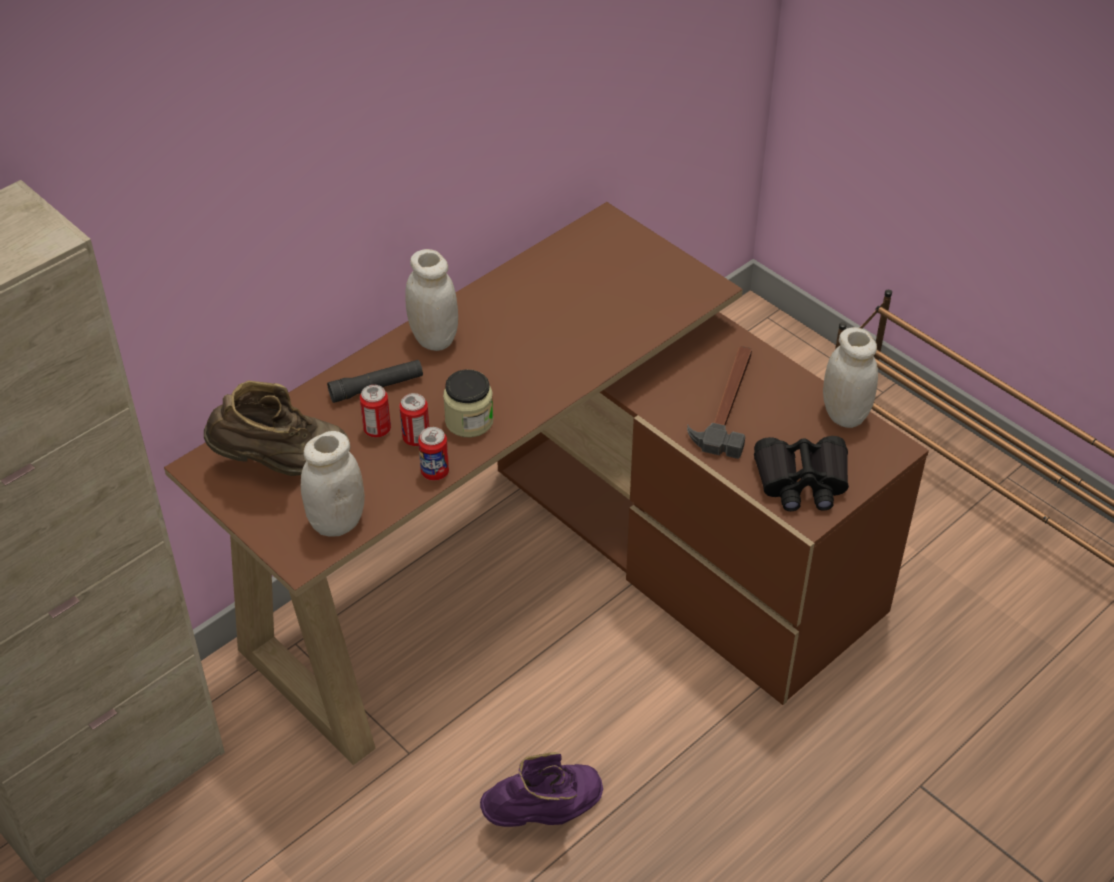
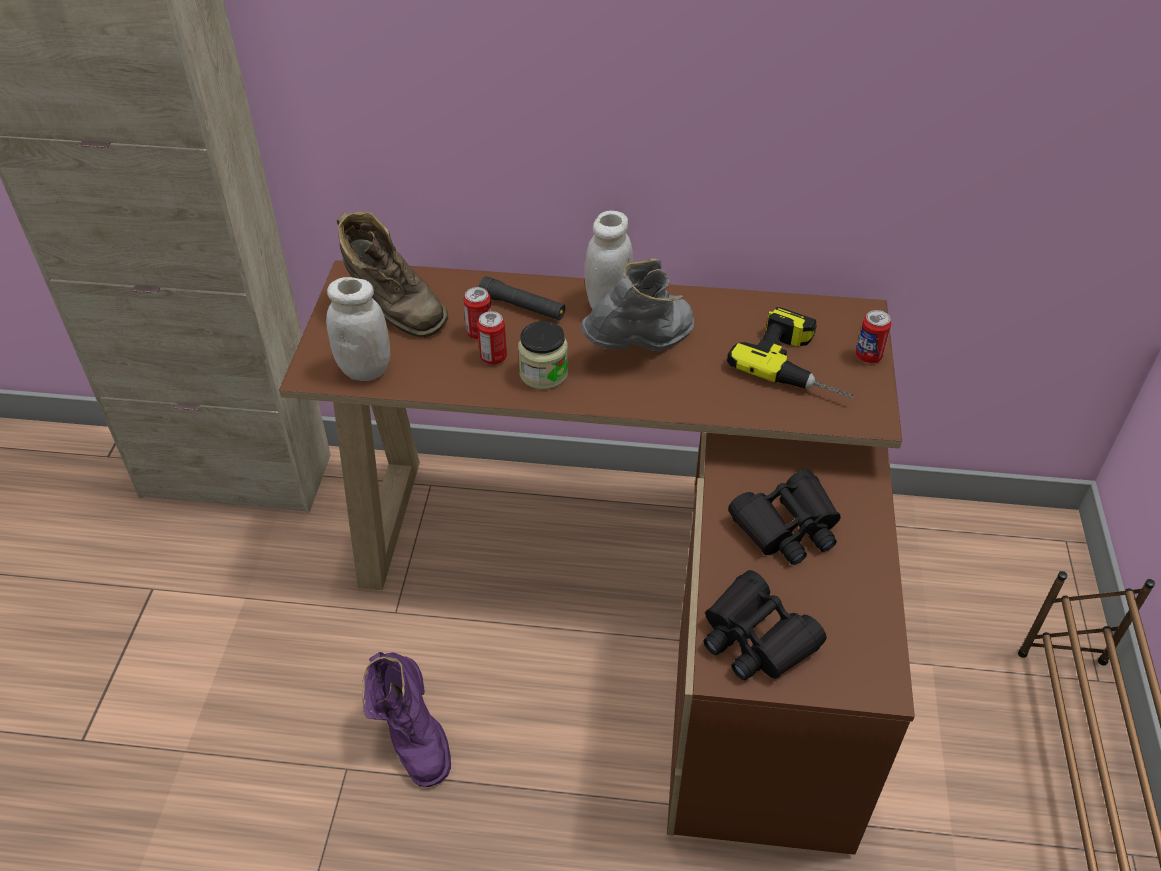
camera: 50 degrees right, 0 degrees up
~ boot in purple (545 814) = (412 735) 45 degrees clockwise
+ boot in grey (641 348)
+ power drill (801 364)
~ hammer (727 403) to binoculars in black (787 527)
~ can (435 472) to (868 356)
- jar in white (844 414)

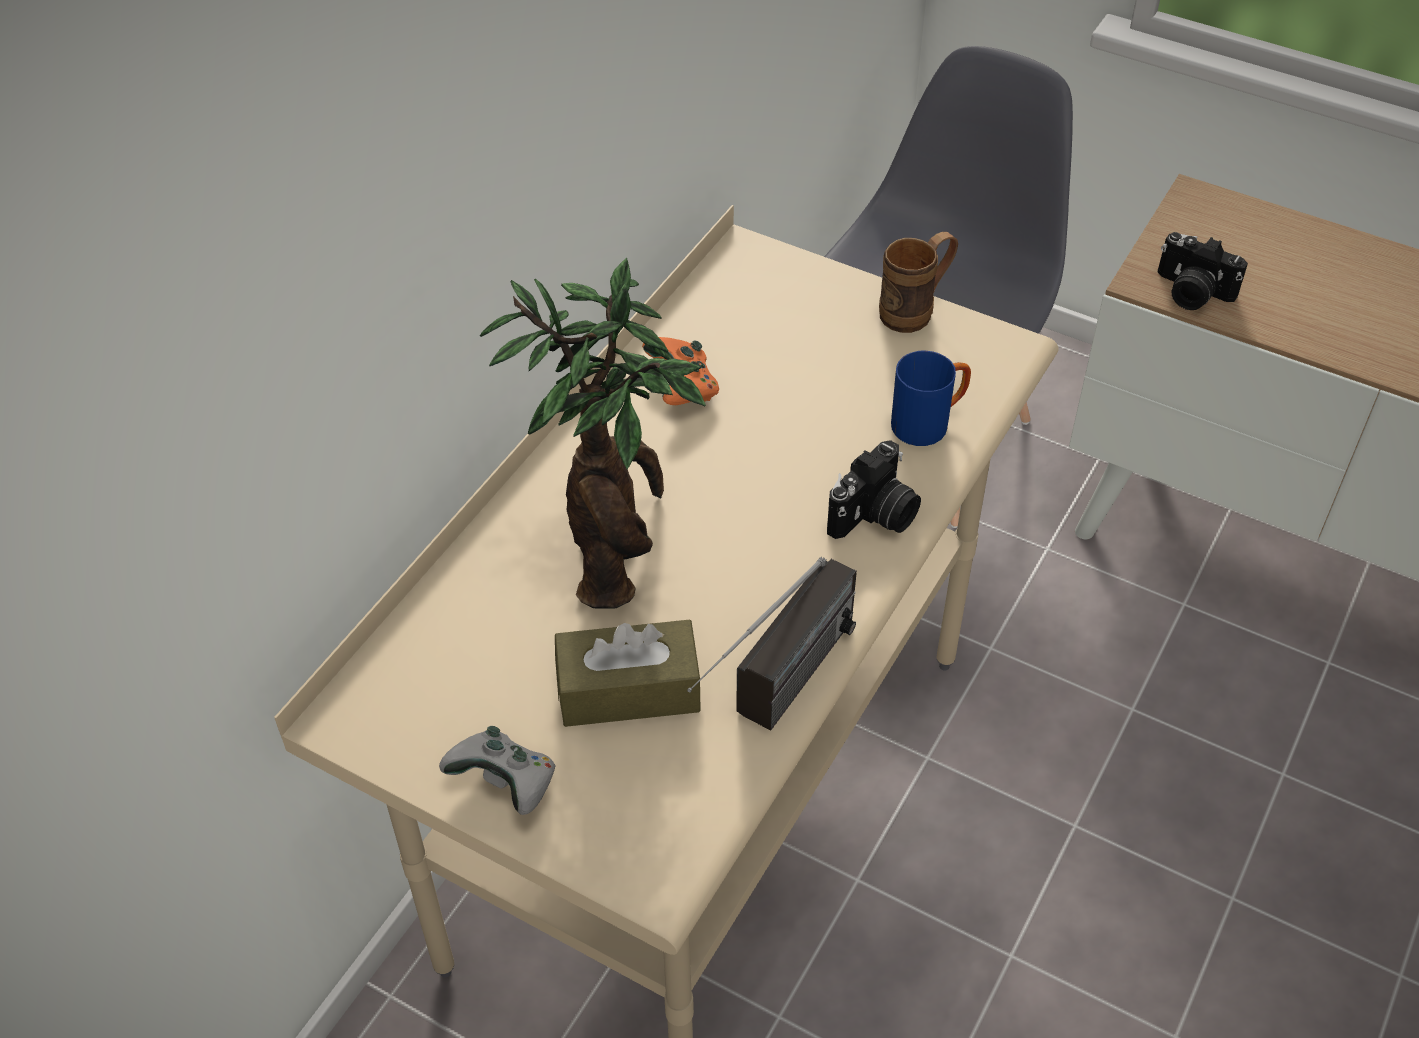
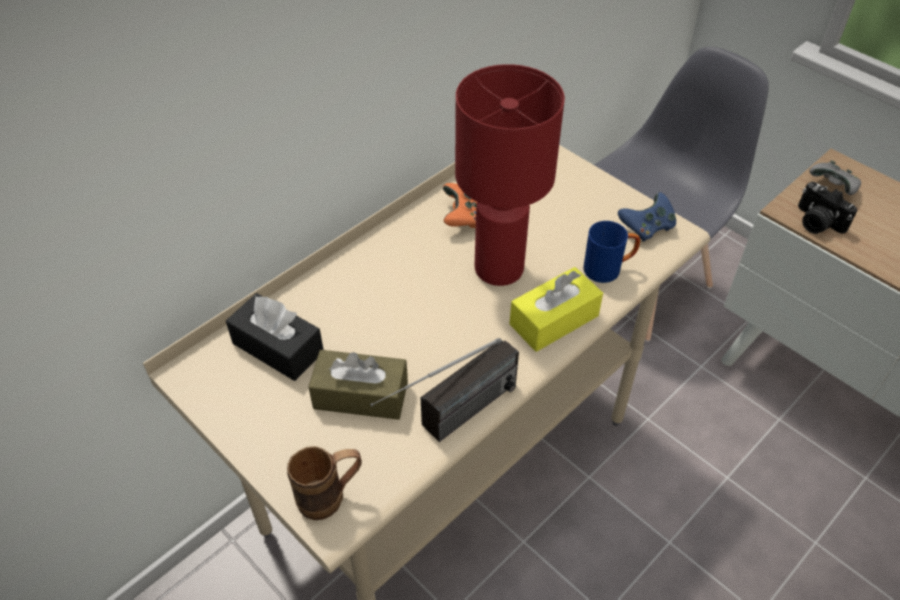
camera: 15 degrees right, 0 degrees up
+ tissue box in black (278 347)
~ mug in brown (916 311) to (331 497)
+ table lamp in red (499 268)
~ photo camera (875 516) to tissue box in yellow (554 320)
+ game controller in blue (647 228)
~ game controller in grey (506 784) to (833 187)
- potted plant (616 558)

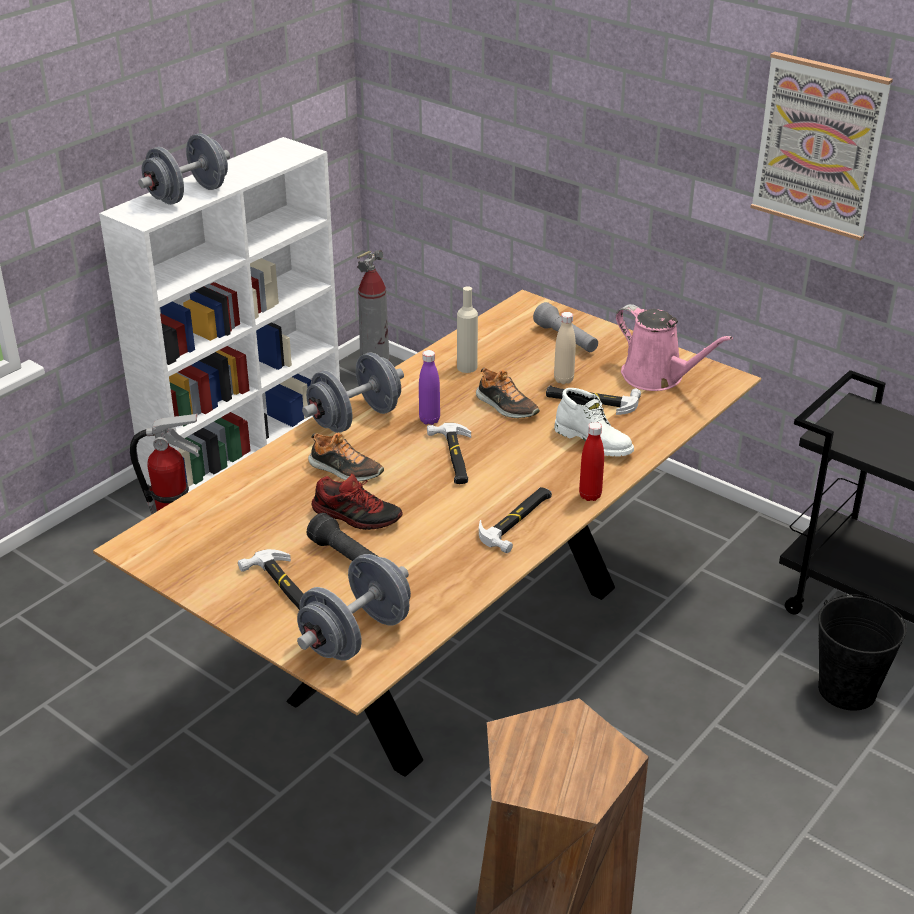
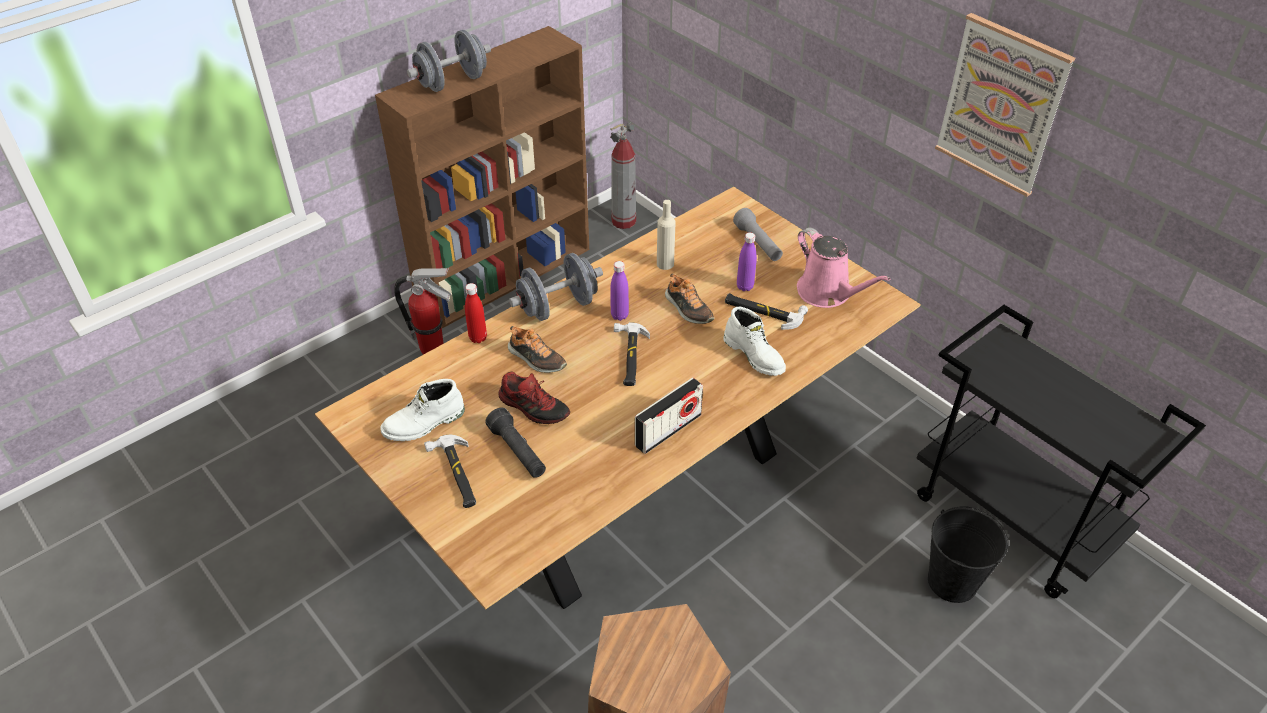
camera: 10 degrees right, 10 degrees up
~ bookcase in white (246 440) to bookcase in brown (506 274)
+ boot in white (424 424)
~ bottle in red (590 496) to (478 338)
~ hammer (518 521) to radio (668 430)
~ bottle in beige (563 380) to bottle in purple (745 286)
- dumbbell in grey (356 636)

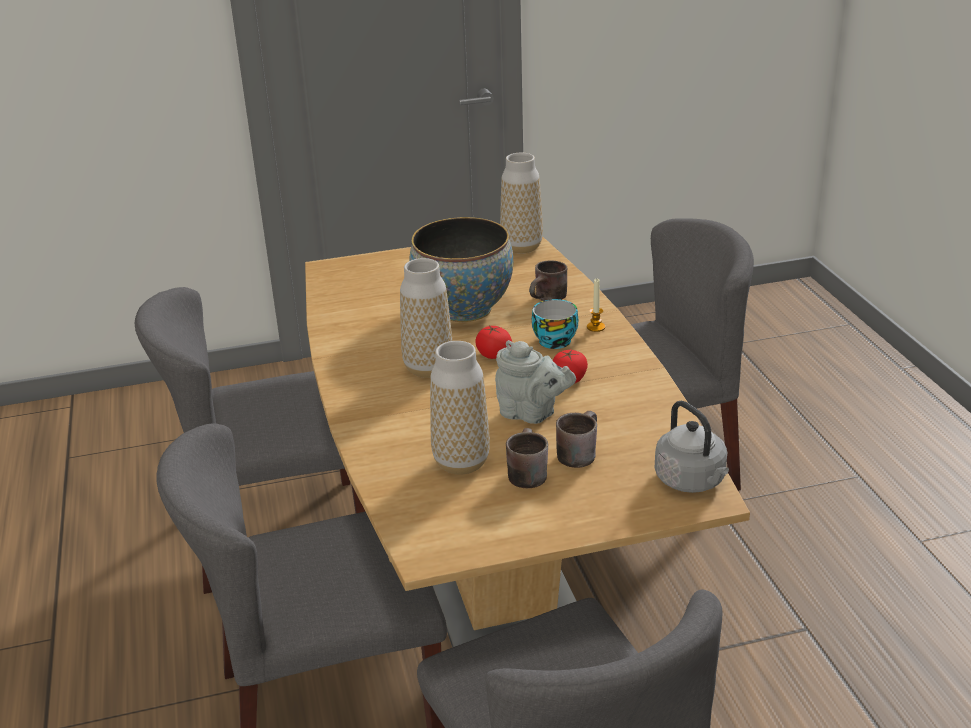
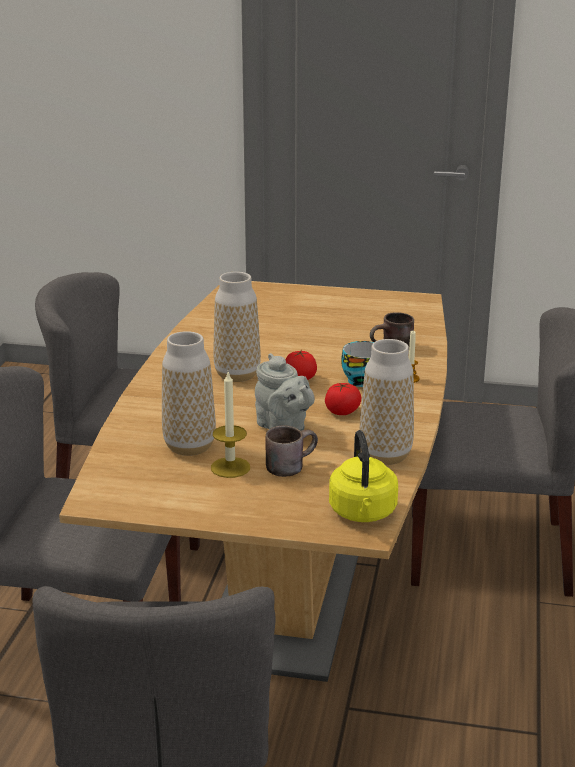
camera: 25 degrees right, 5 degrees down
~ mug in brown (524 473) to candle (230 467)
~ kettle in grey (692 481) to kettle in yellow (363 513)
~ vase (521 247) to (385 455)
- bowl (464 309)

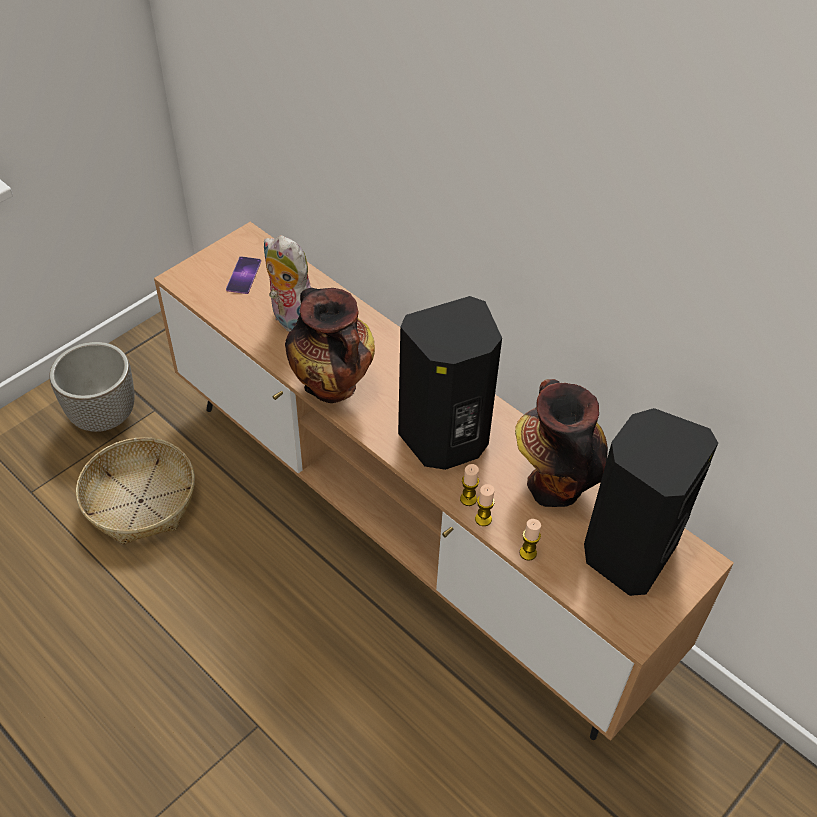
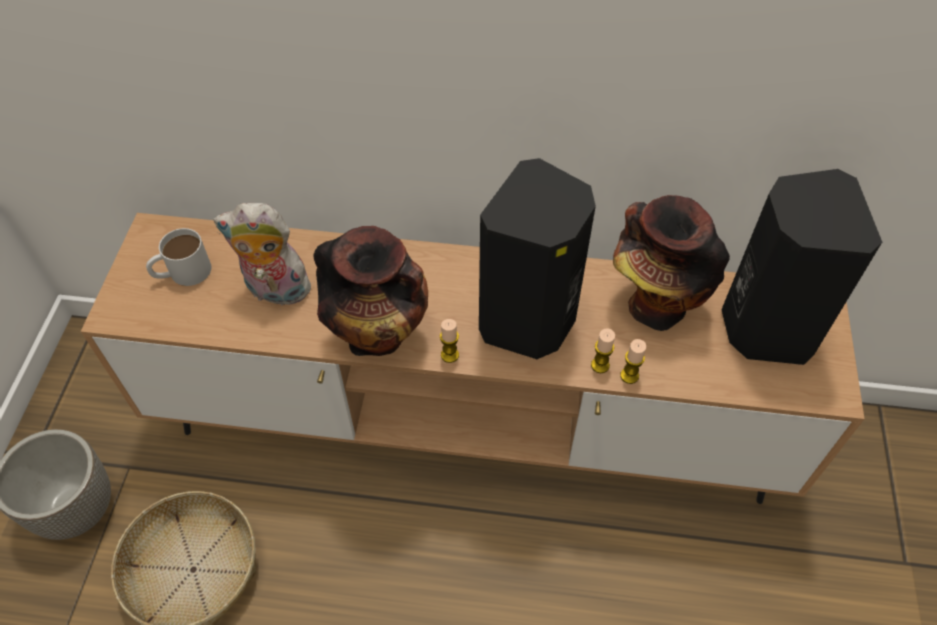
camera: 35 degrees left, 5 degrees up
~ phone (243 275) to mug in white (182 273)
~ candle (528 553) to (449 355)

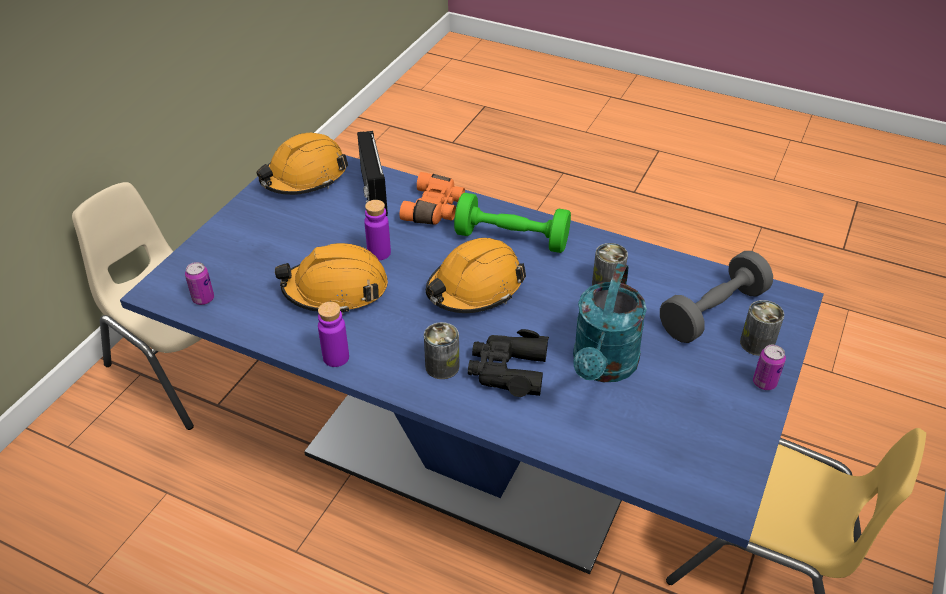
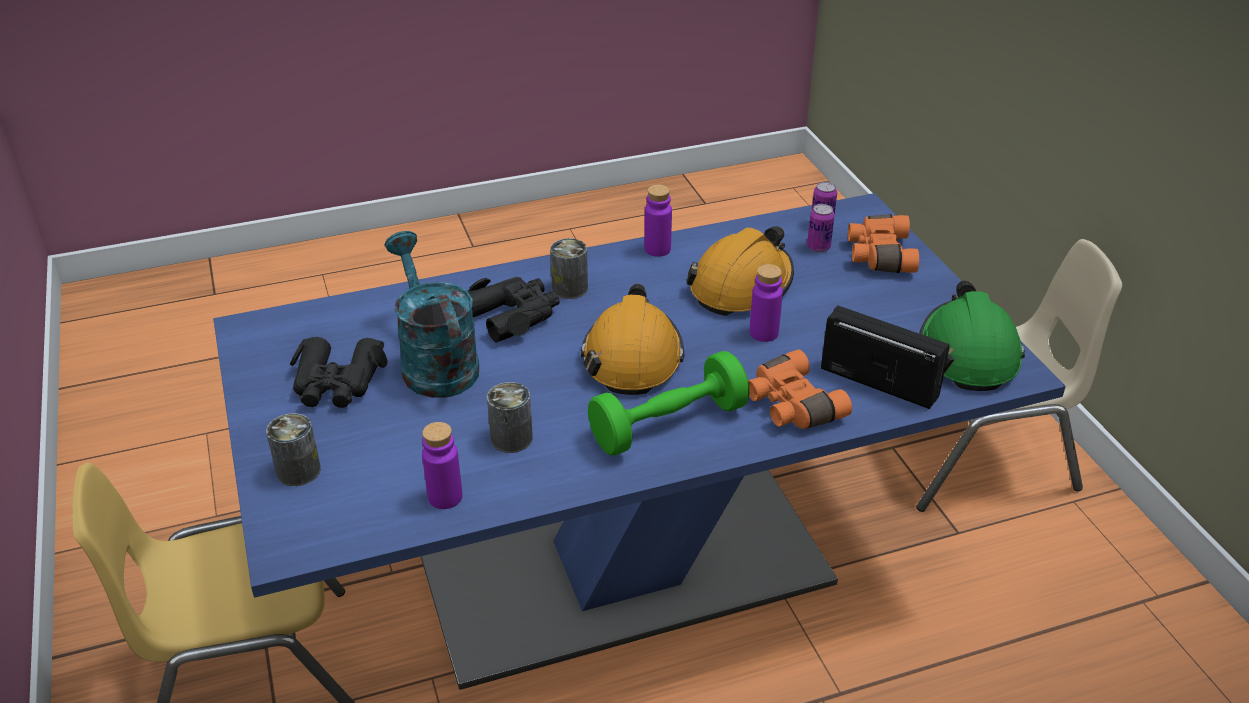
camera: 135 degrees right, 5 degrees down
+ binoculars in black (337 383)
+ bottle in purple (445 497)
~ can (764 383) to (818 247)
+ binoculars in orange (878 255)
~ hard hat in orange (304 177) to hard hat in green (968 353)
- dumbbell in grey (712 312)

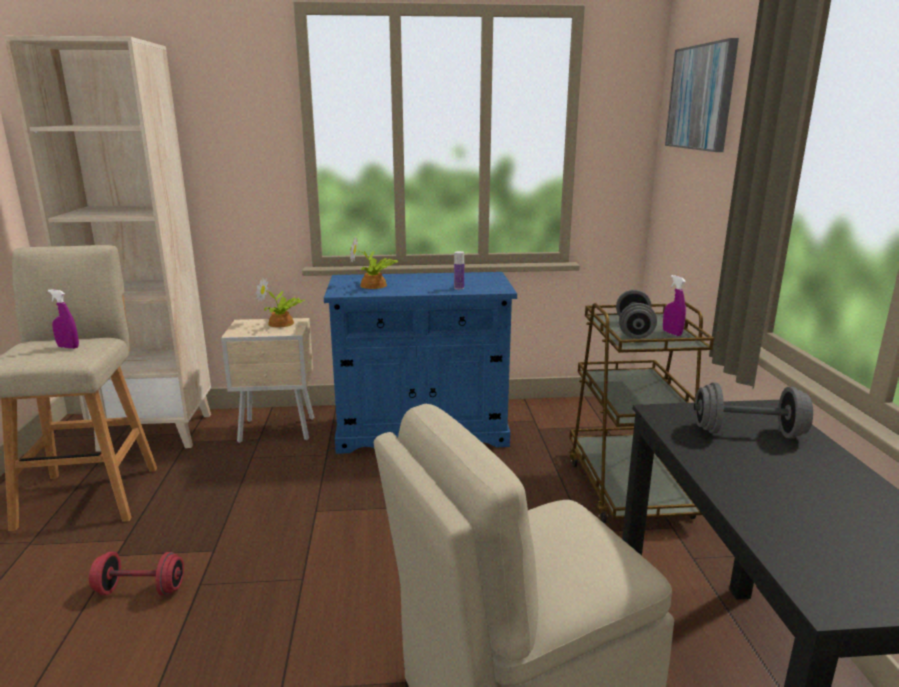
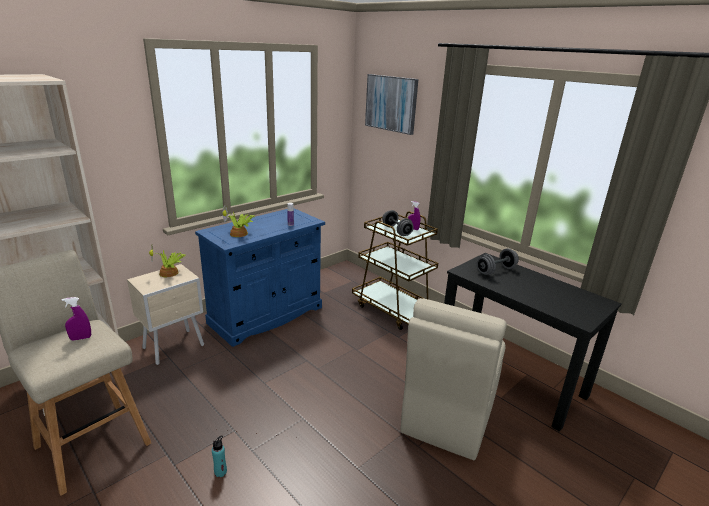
camera: 40 degrees left, 5 degrees up
~ dumbbell in red (140 590) to bottle in turquoise (220 472)

